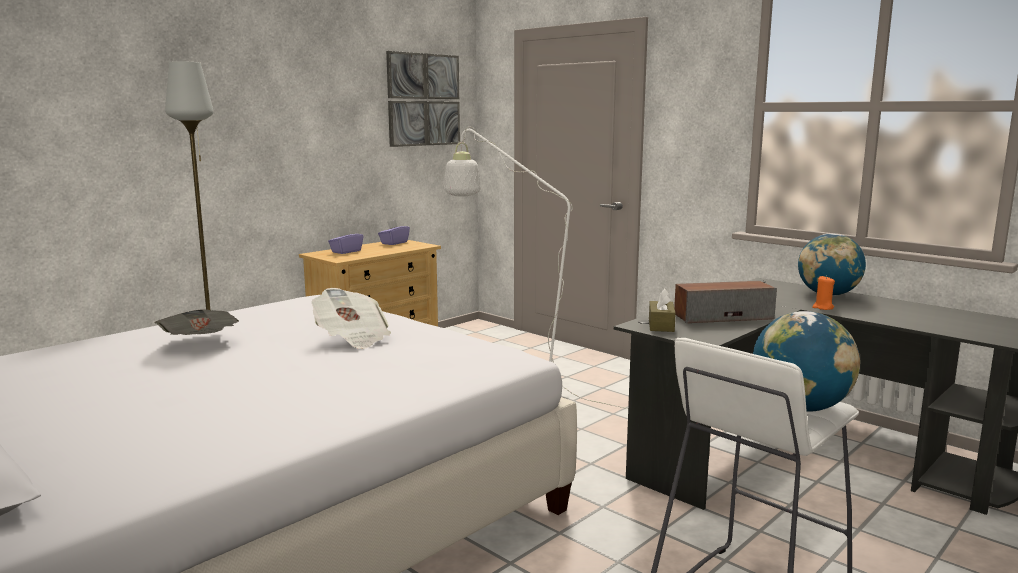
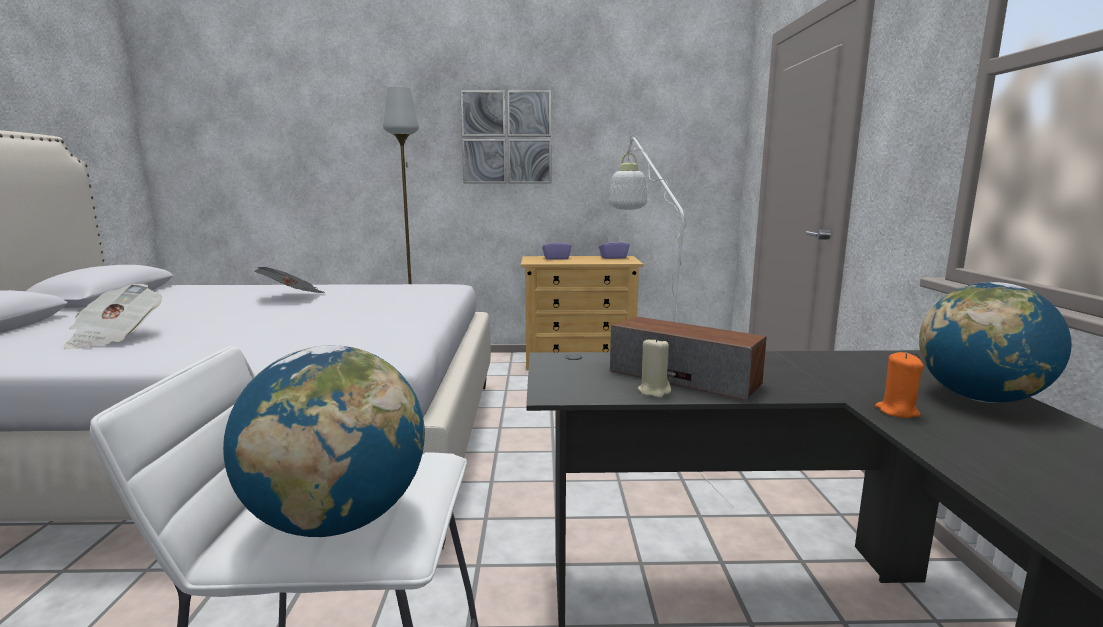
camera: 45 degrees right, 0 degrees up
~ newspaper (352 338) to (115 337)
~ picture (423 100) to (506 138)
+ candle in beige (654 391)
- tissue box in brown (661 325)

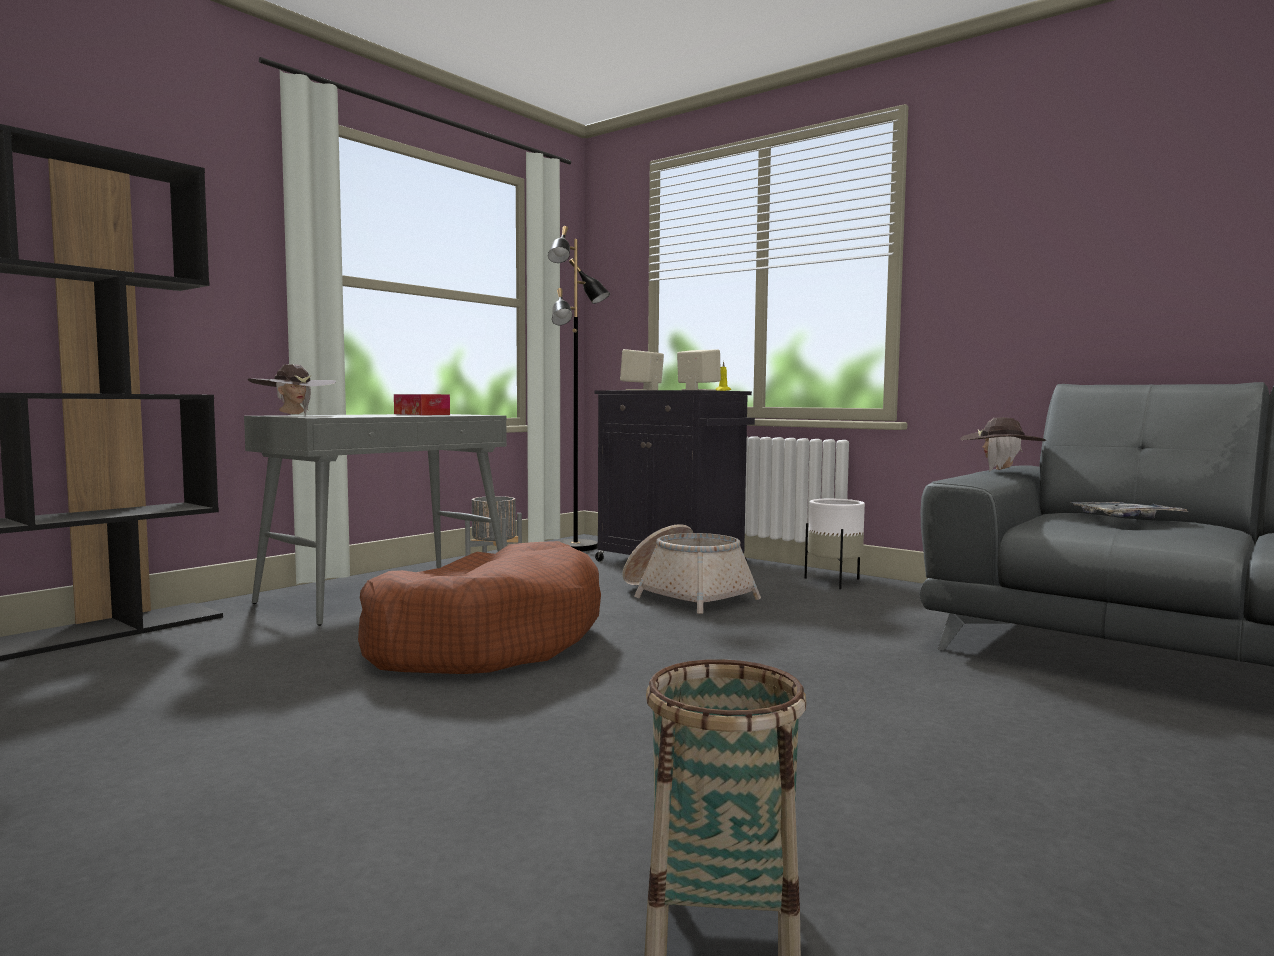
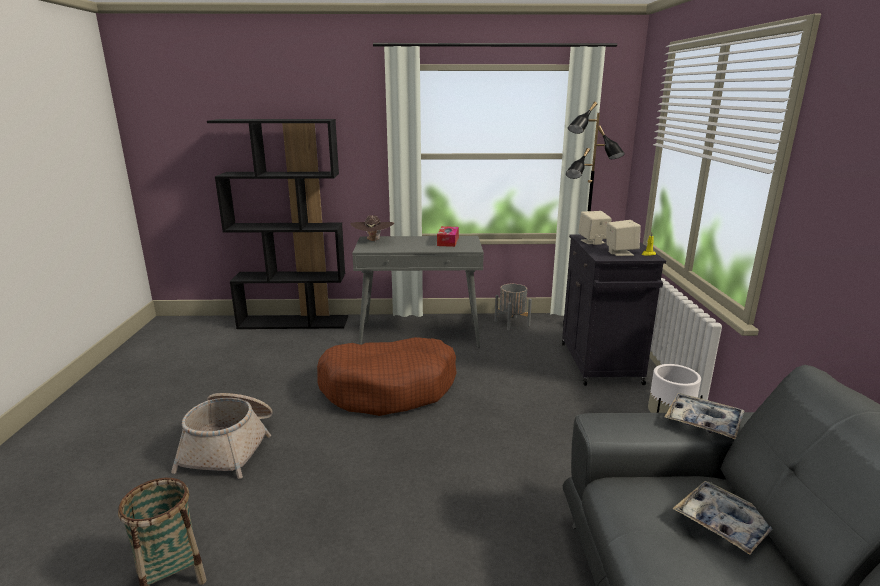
camera: 50 degrees right, 15 degrees up
~ basket (685 595) to (230 446)
~ hat in brown (1000 471) to tray (703 422)

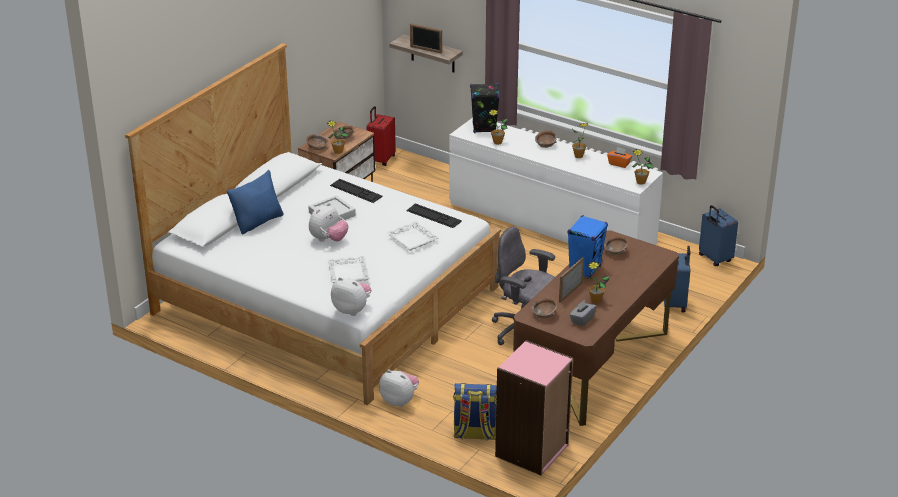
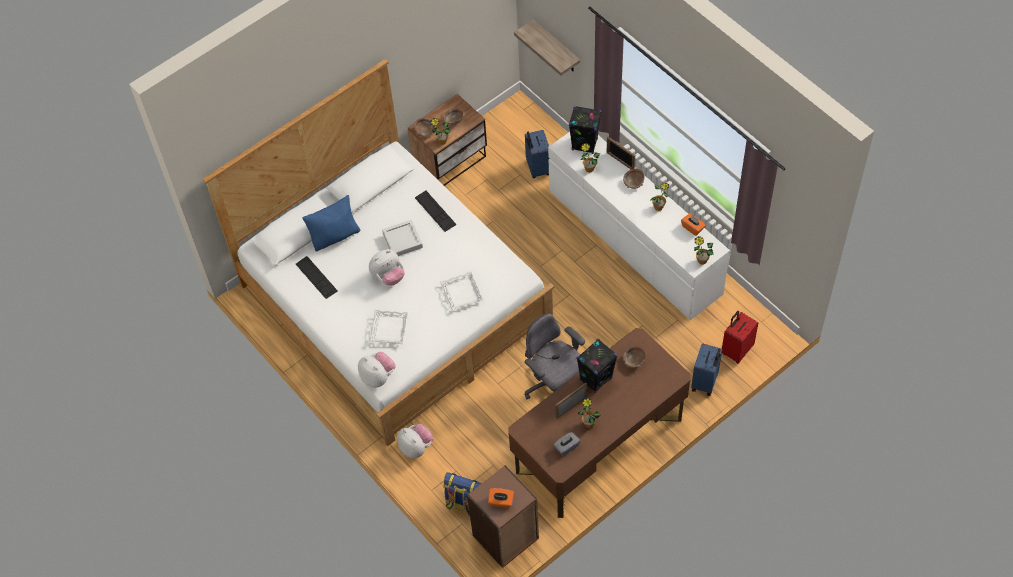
camera: 20 degrees right, 25 degrees up
~ keyboard (433 216) to (316 277)
~ bookcase in pink (532 451) to bookcase in brown (506 537)
+ tissue box in orange (501 501)
~ suitcase in blue (714 259) to (537 168)
~ speaker in blue (584 269) to speaker in black (596 379)
~ picture frame (426 50) to (620 161)
~ suitcase in red (381 159) to (736 350)
- bowl in brown (544 314)

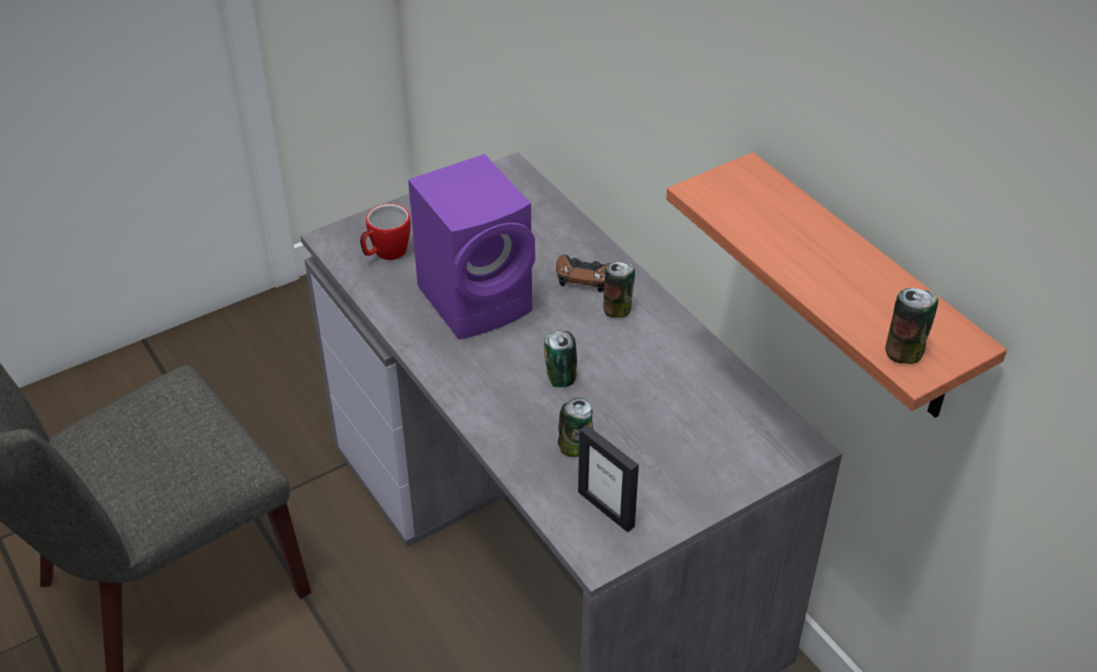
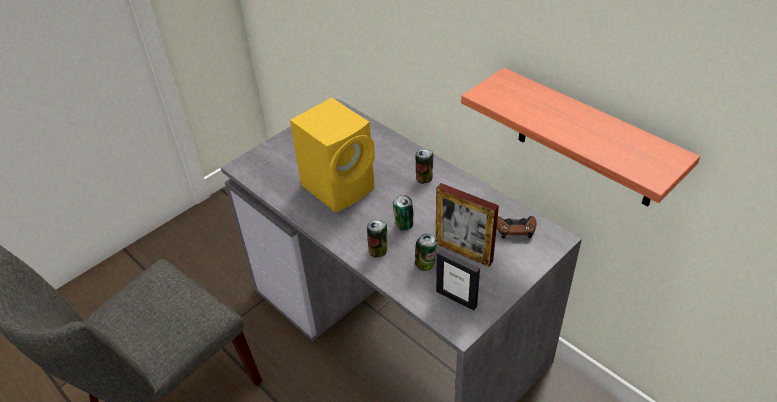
camera: 10 degrees left, 0 degrees up
~ speaker in purple (479 299) to speaker in yellow (340 186)
~ can (904 352) to (378 250)
+ picture frame (463 252)
~ game controller in brown (585 277) to (515 229)
- mug (385 254)

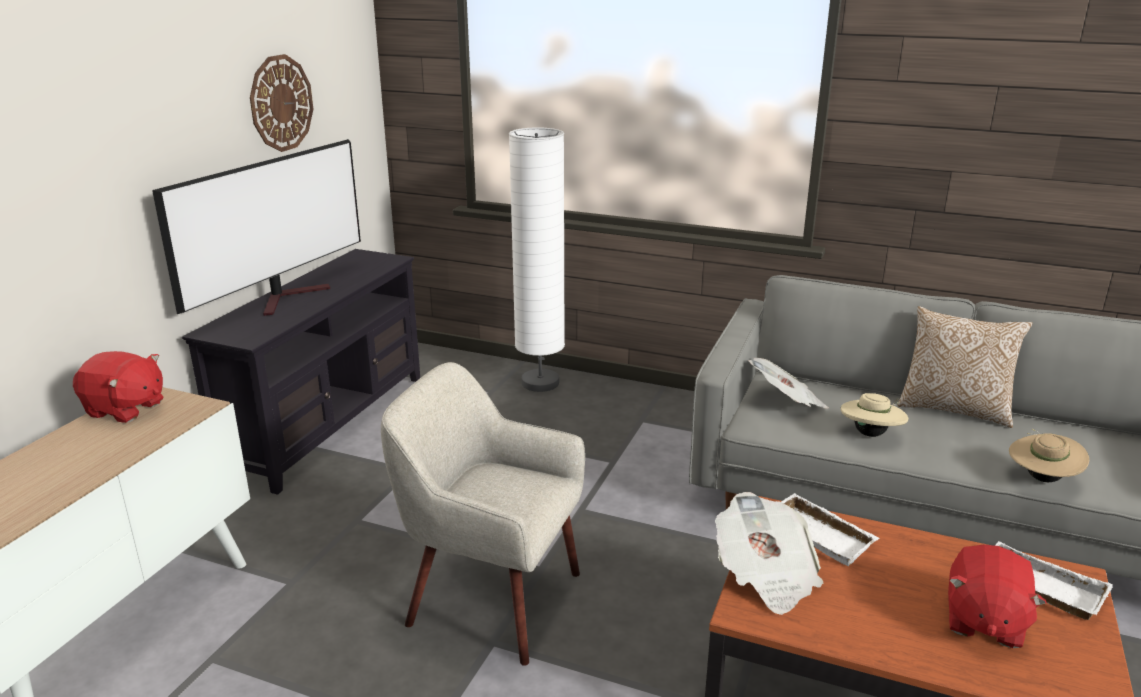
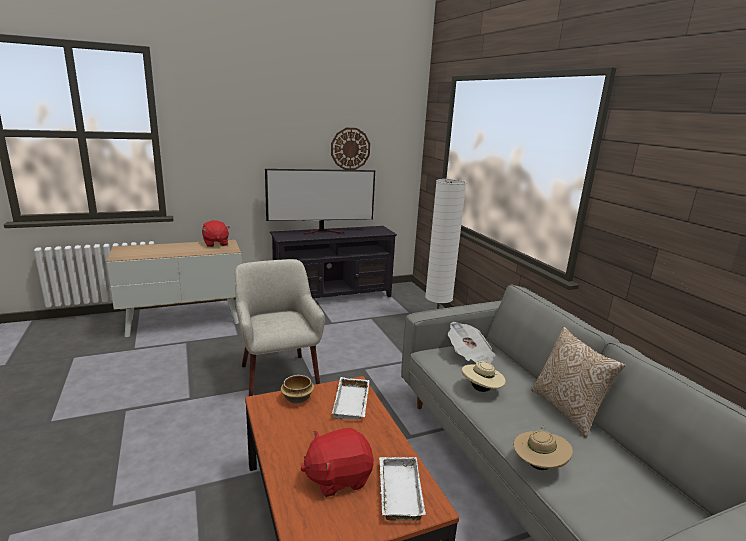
camera: 45 degrees right, 5 degrees down
~ newspaper (766 576) to bowl (297 398)

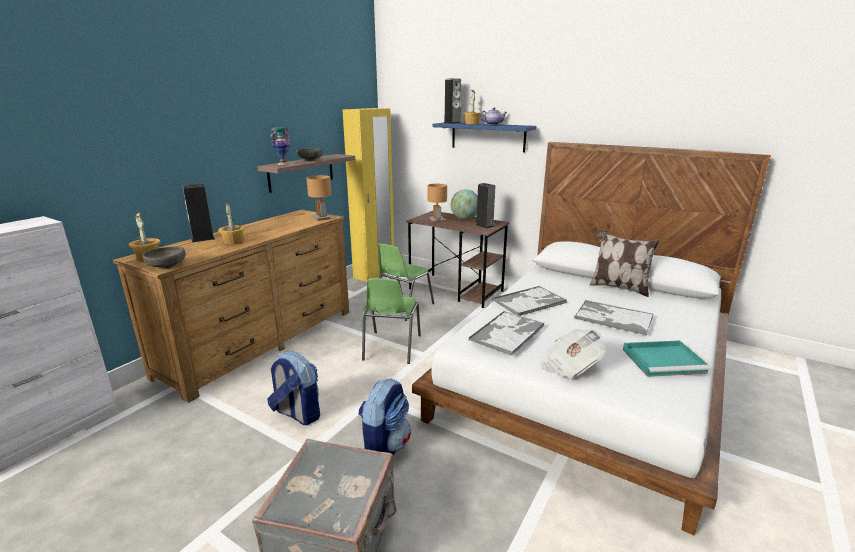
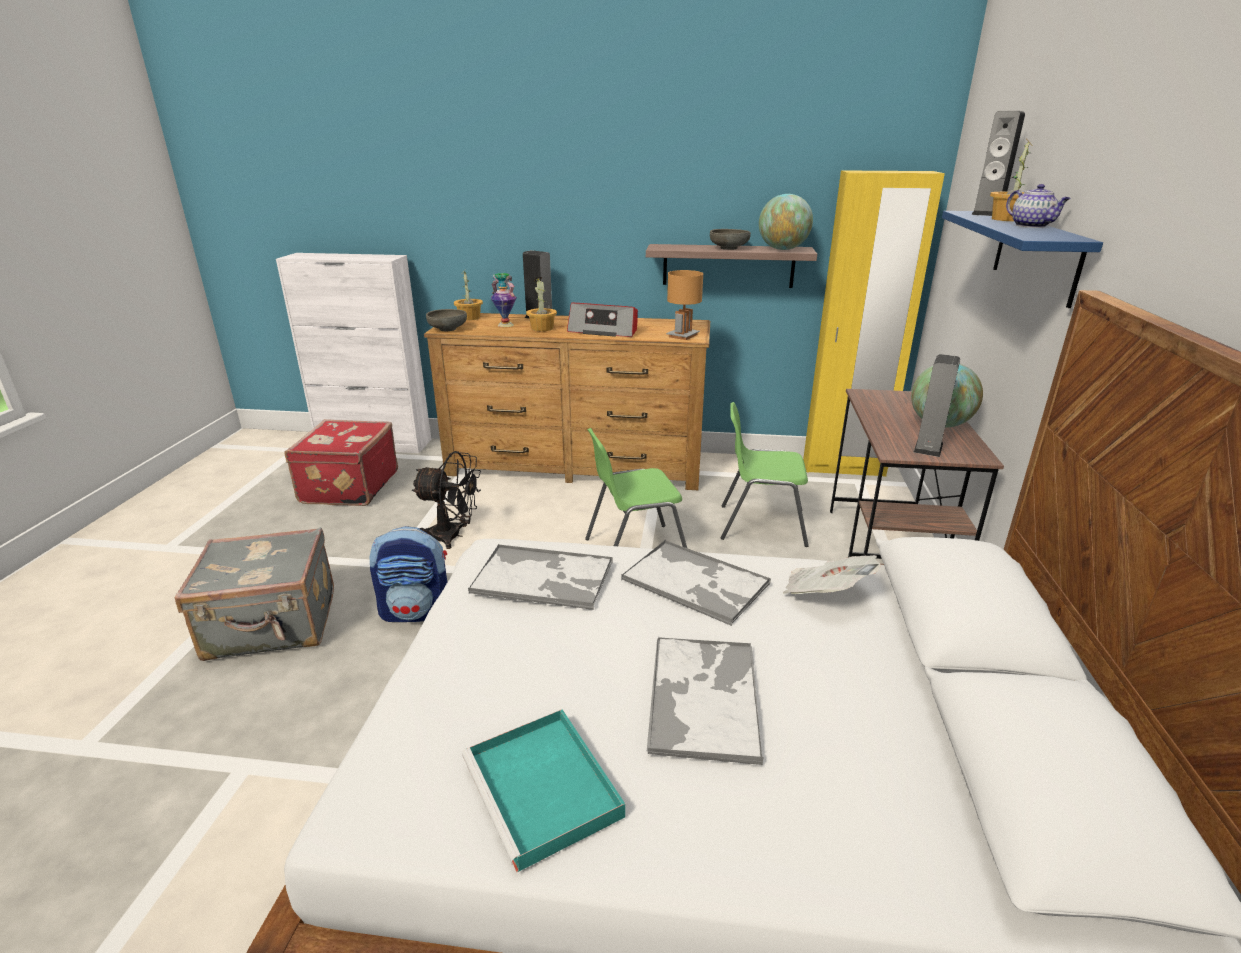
camera: 65 degrees right, 5 degrees up
+ suitcase in red (348 487)
~ backpack (297 414) to fan in black (453 536)
~ vase (283 164) to (505 325)
+ radio (604 331)
+ globe (782 249)
~ newspaper (570 366) to (825 594)
- table lamp in brown (437 220)
- pillow (618 288)

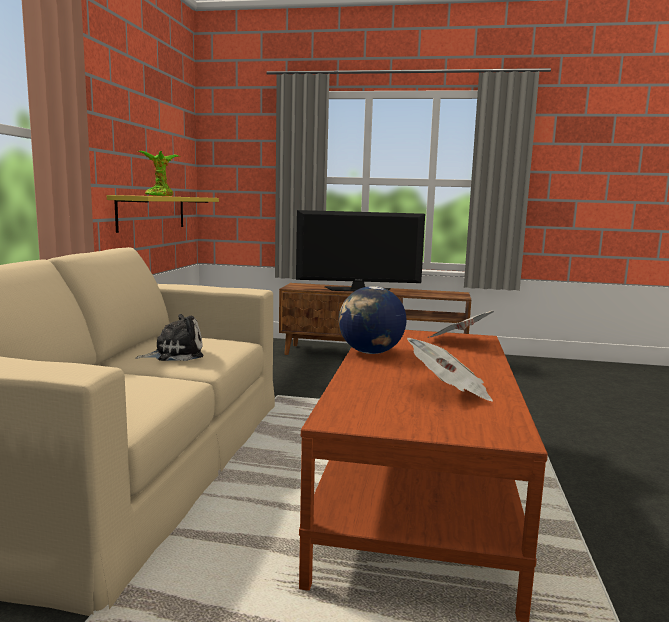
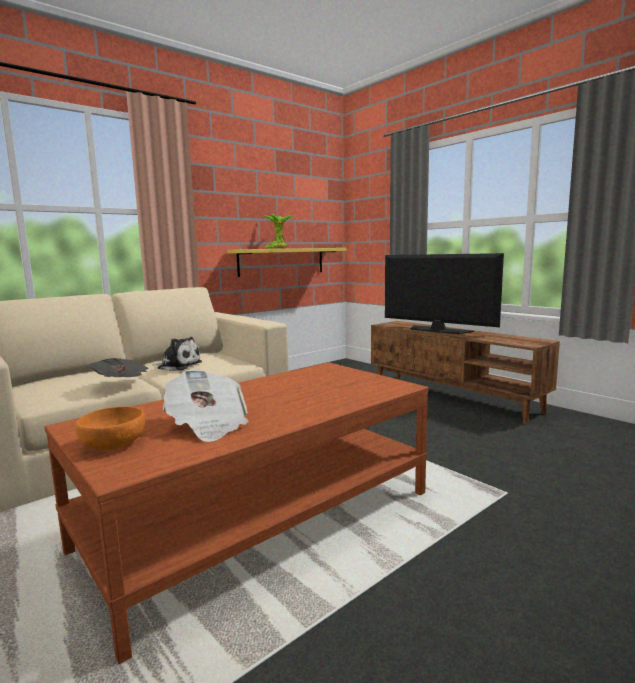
camera: 40 degrees right, 0 degrees up
+ bowl in orange (114 443)
~ newspaper (458 341) to (121 384)
- globe (370 352)

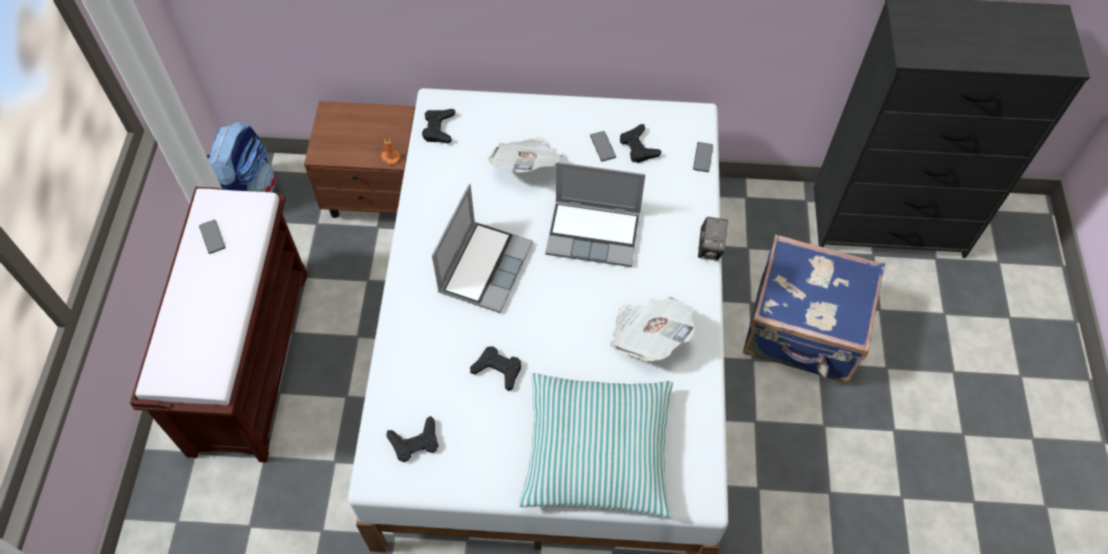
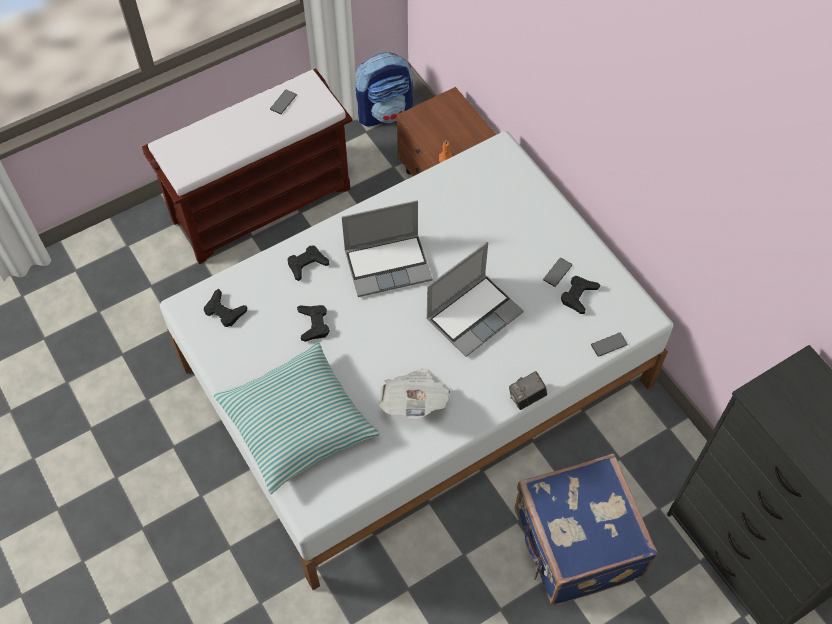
camera: 55 degrees right, 0 degrees up
~ game controller in black (438 128) to (307 264)
~ laptop (594 233) = (474 314) 105 degrees counterclockwise
- newspaper (526 166)

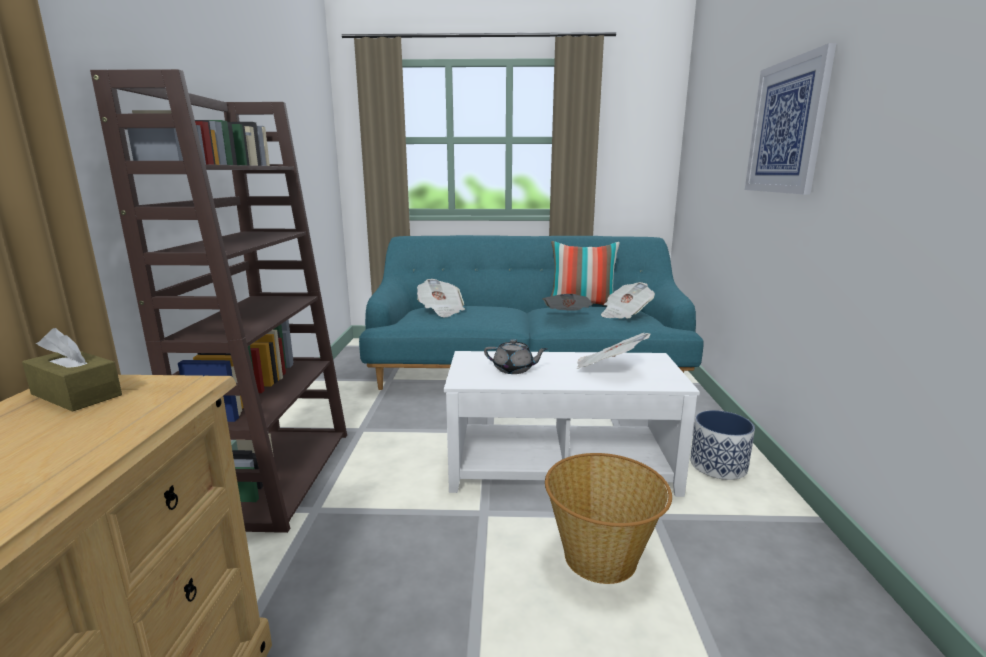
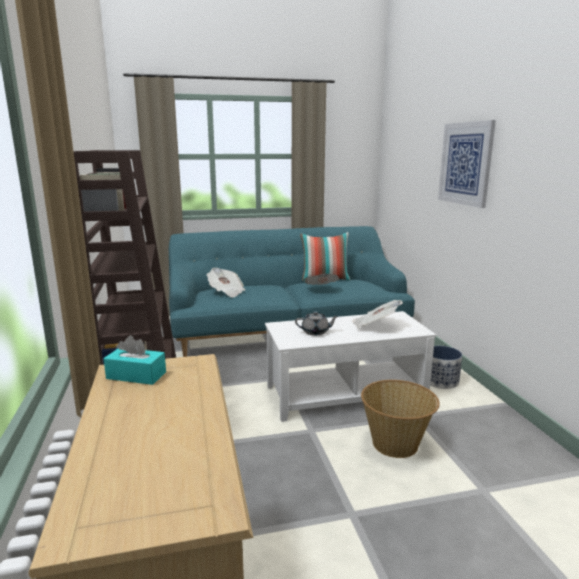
camera: 15 degrees left, 0 degrees up
~ tissue box in brown (76 395) to tissue box in turquoise (136 375)
- newspaper (624 314)

